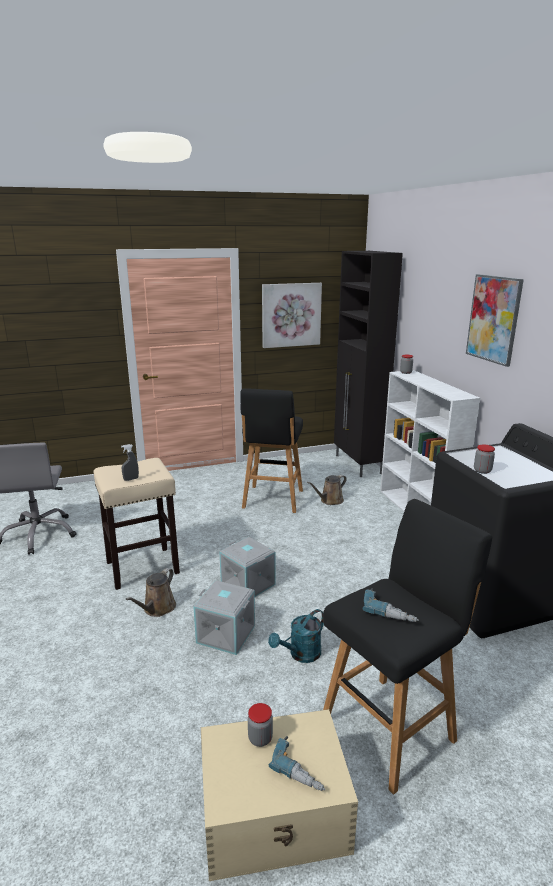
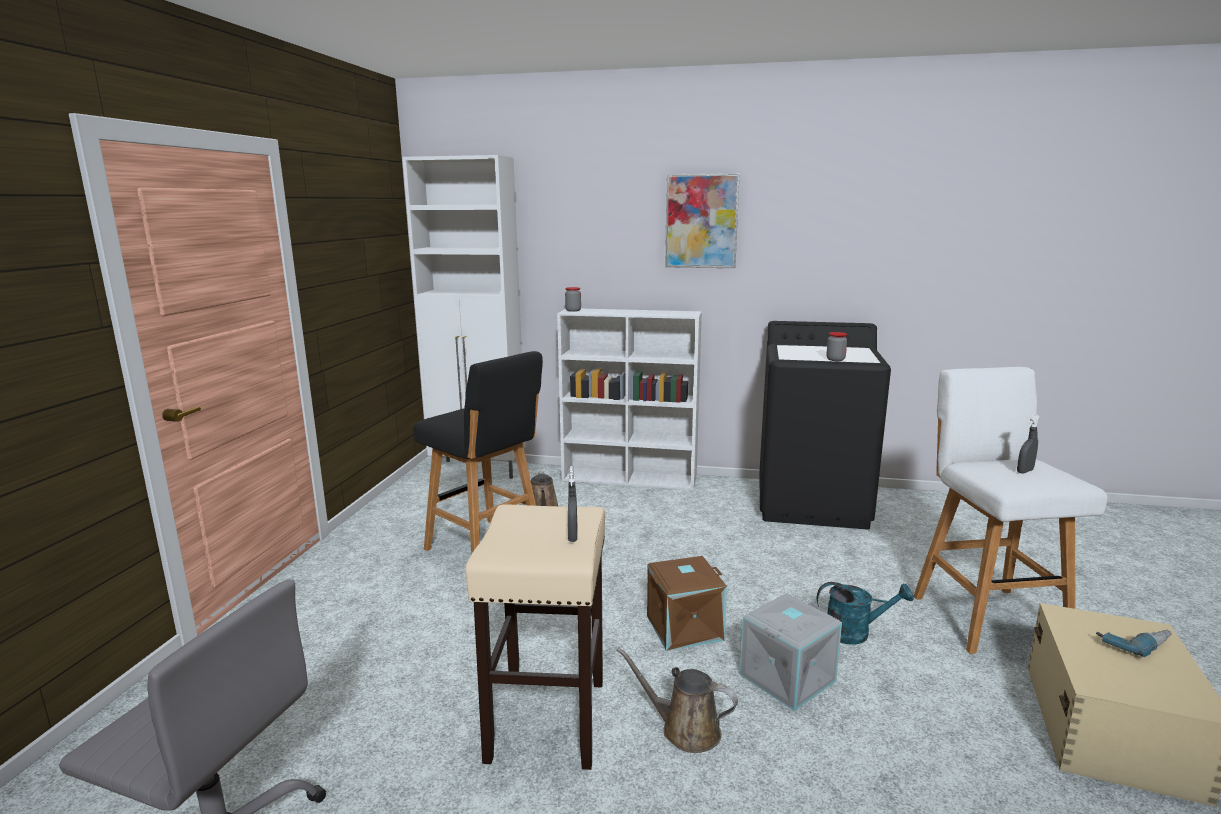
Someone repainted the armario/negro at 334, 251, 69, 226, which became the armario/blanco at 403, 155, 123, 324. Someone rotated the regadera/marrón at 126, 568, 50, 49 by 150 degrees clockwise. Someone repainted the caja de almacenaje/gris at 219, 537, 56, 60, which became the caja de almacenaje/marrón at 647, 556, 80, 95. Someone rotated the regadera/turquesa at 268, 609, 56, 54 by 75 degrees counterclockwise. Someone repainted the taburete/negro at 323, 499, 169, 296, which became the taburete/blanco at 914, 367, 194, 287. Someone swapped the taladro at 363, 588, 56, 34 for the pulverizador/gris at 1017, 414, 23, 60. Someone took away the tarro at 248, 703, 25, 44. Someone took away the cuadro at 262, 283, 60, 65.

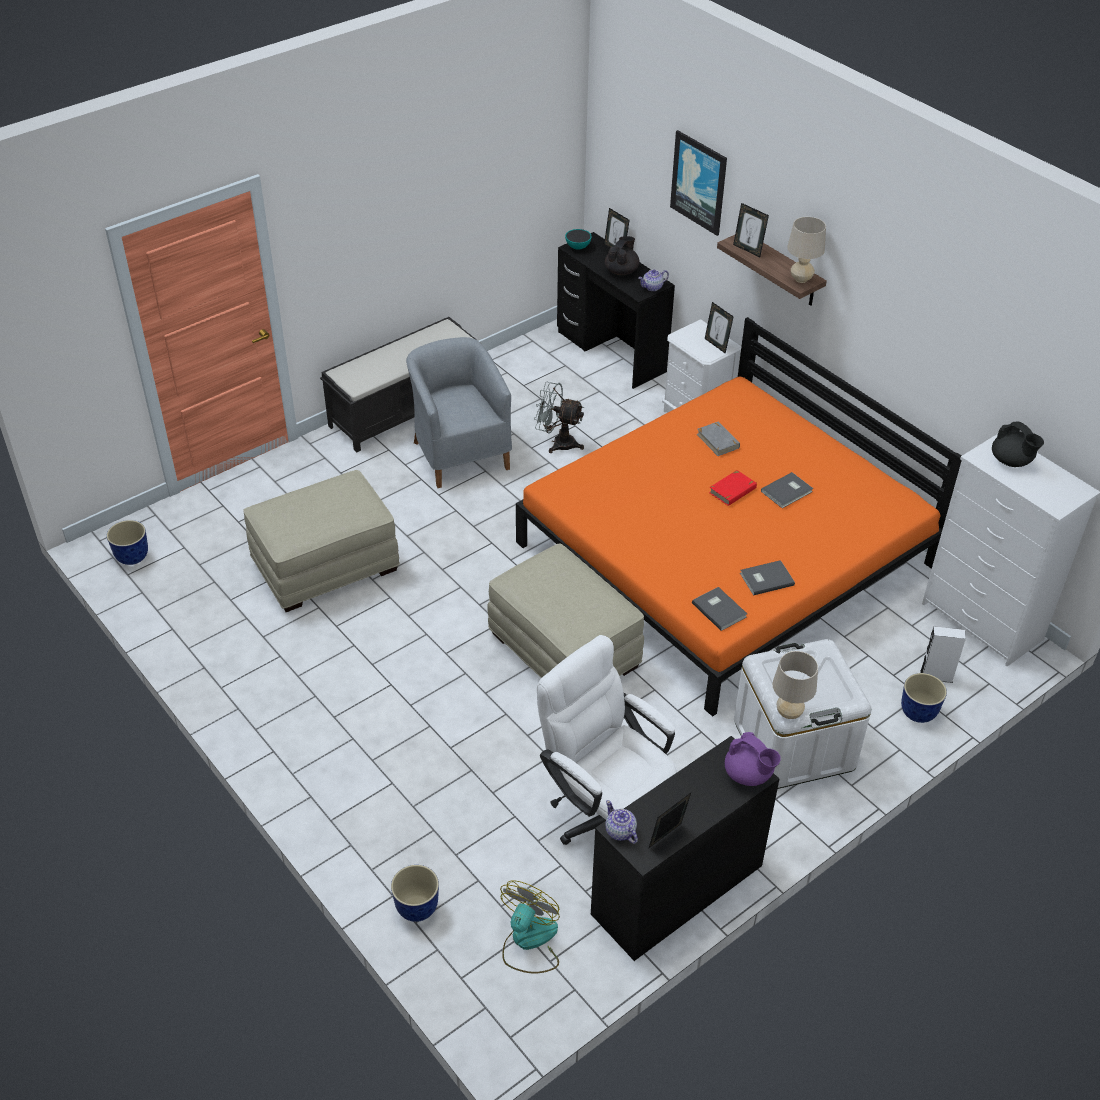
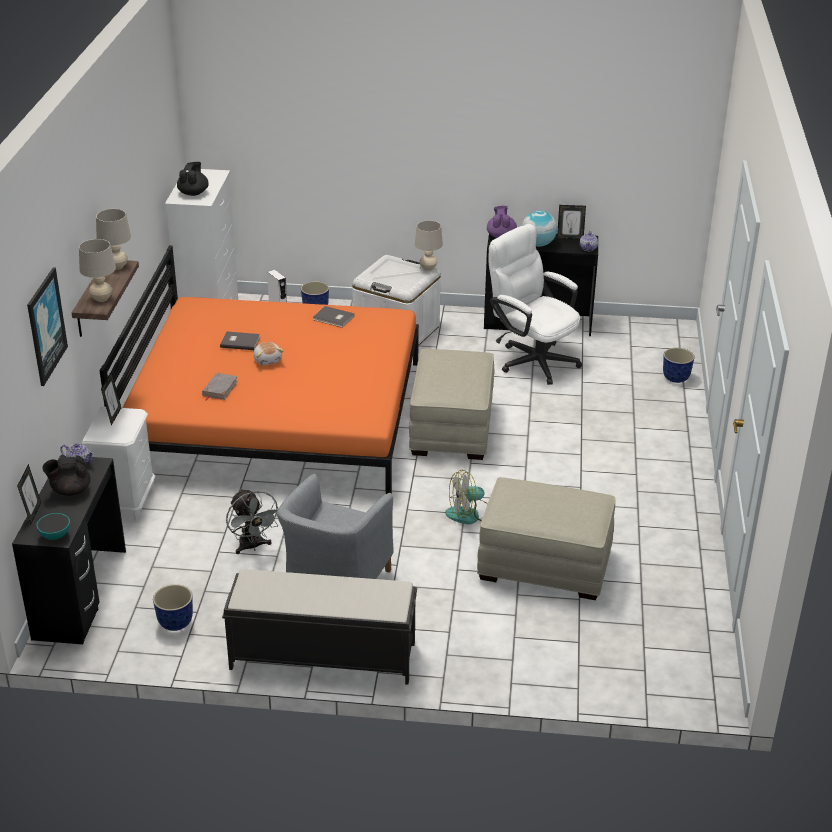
Someone swapped the portarretratos at 733, 203, 36, 54 for the lámpara de mesa/beis at 79, 239, 37, 63. Someone carried the maceta from 107, 520, 41, 45 to 153, 584, 40, 47. Someone swapped the libro/rojo at 709, 470, 48, 36 for the peluche at 253, 342, 31, 23. Someone carried the ventilador from 500, 880, 60, 94 to 445, 470, 43, 54. Someone rotated the silla de oficina/blanco at 537, 635, 141, 210 by 135 degrees clockwise. Someone put down the globo terráqueo at 522, 211, 35, 36. Someone took away the libro/gris at 692, 587, 55, 44.

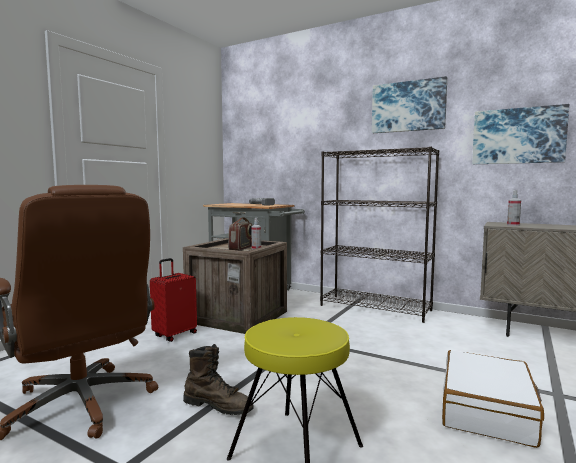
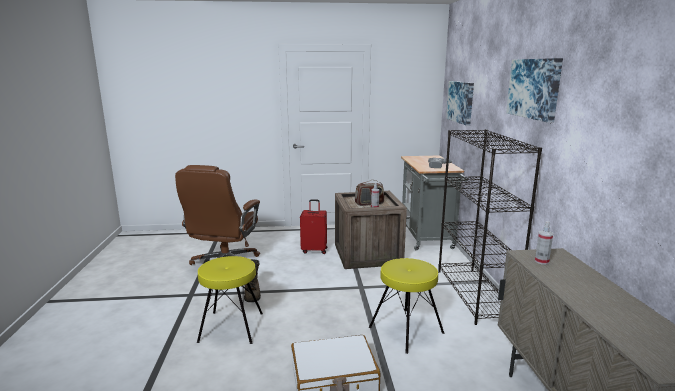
Someone put down the taburete/amarillo at 369, 258, 75, 96. Someone carried the cuadro from 472, 104, 97, 60 to 446, 81, 28, 45.

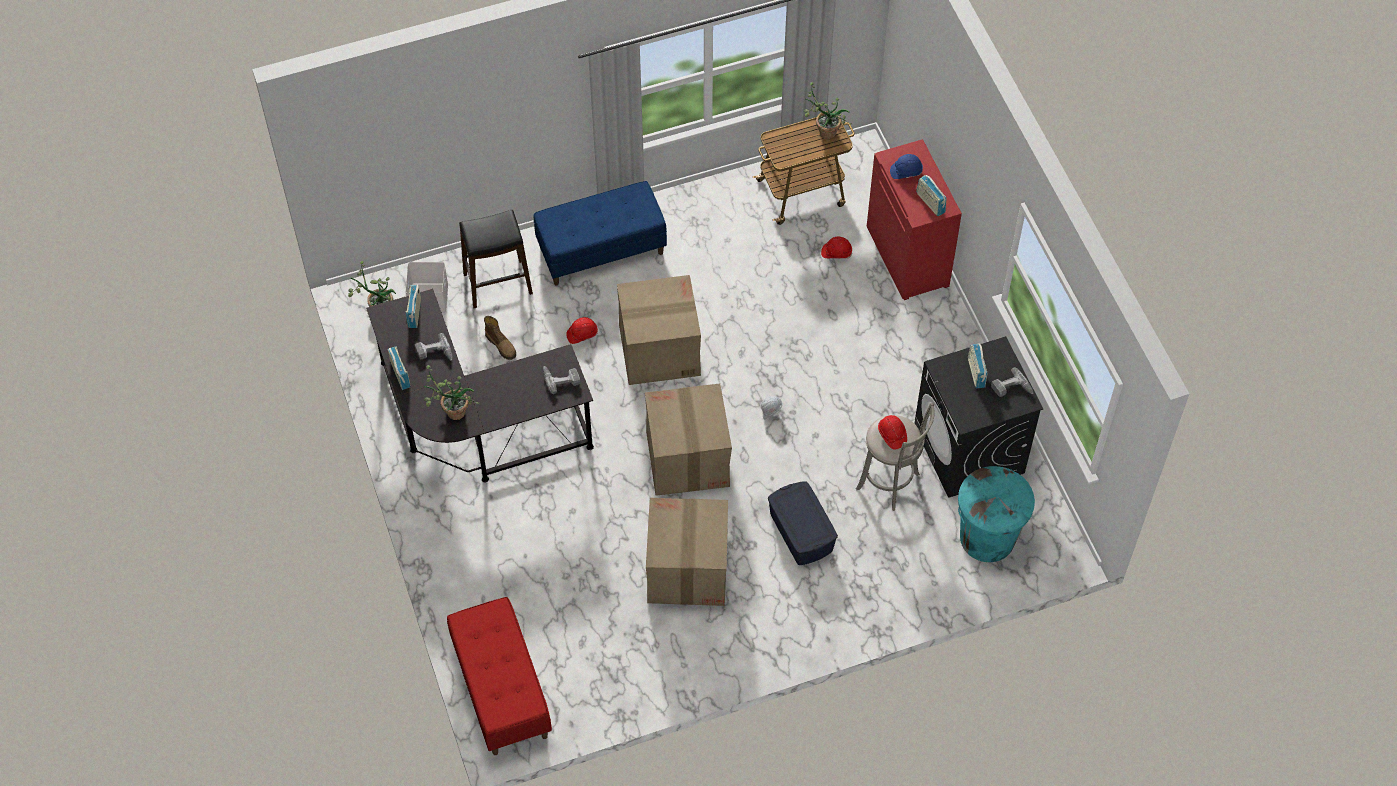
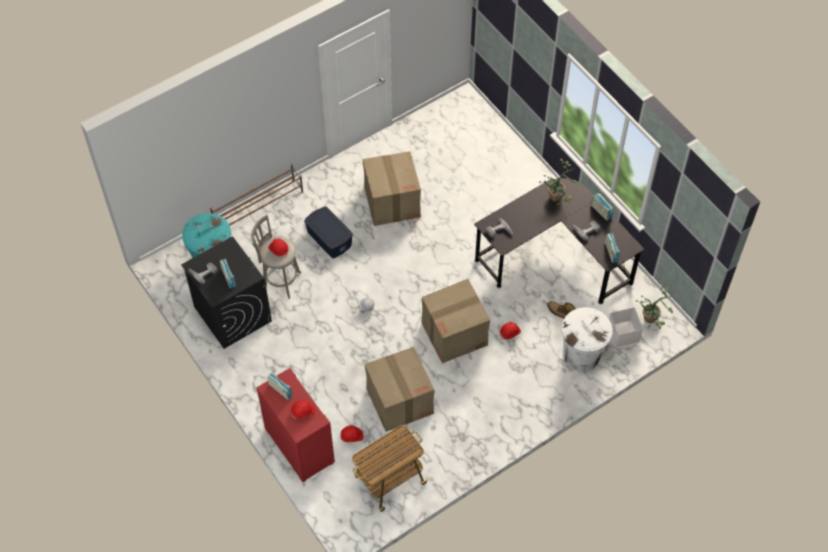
Someone put down the zapatero/marrón at 210, 164, 93, 61. Someone repainted the casco/azul at 890, 154, 33, 25, which became the casco/rojo at 291, 400, 25, 19. Someone carried the caja de cartón from 645, 384, 87, 112 to 364, 347, 71, 85. Someone swapped the taburete/negro at 459, 210, 74, 98 for the papelera/blanco at 561, 307, 52, 65. Someone took away the banco/rojo at 447, 597, 105, 158. Someone took away the banco/azul at 534, 181, 133, 104. Someone took away the planta en maceta at 804, 82, 47, 58.

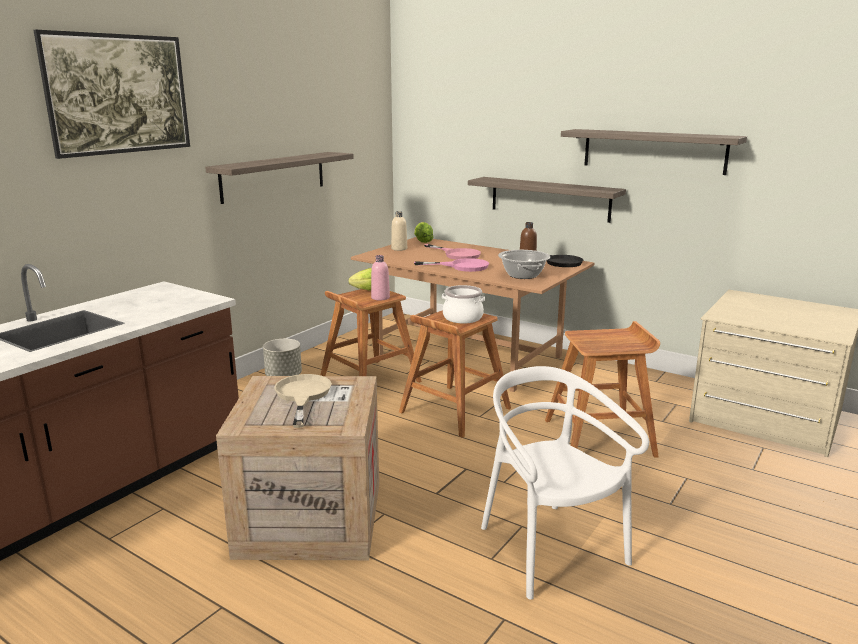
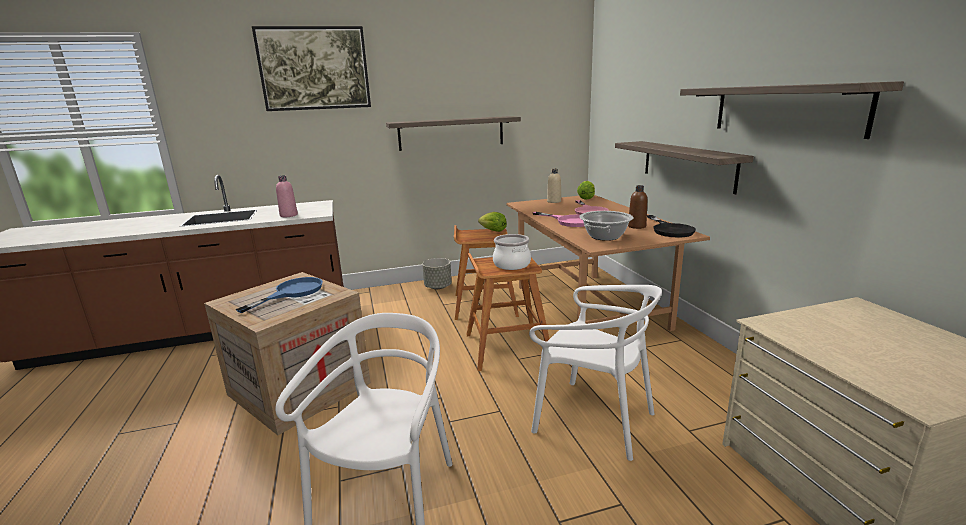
Someone repainted the sartén/beis at 274, 374, 58, 54, which became the sartén/azul at 236, 277, 87, 36. Someone carried the botella/rosa from 371, 255, 19, 45 to 276, 175, 22, 42. Someone swapped the taburete/marrón at 545, 321, 115, 137 for the silla/blanco at 529, 285, 133, 176.

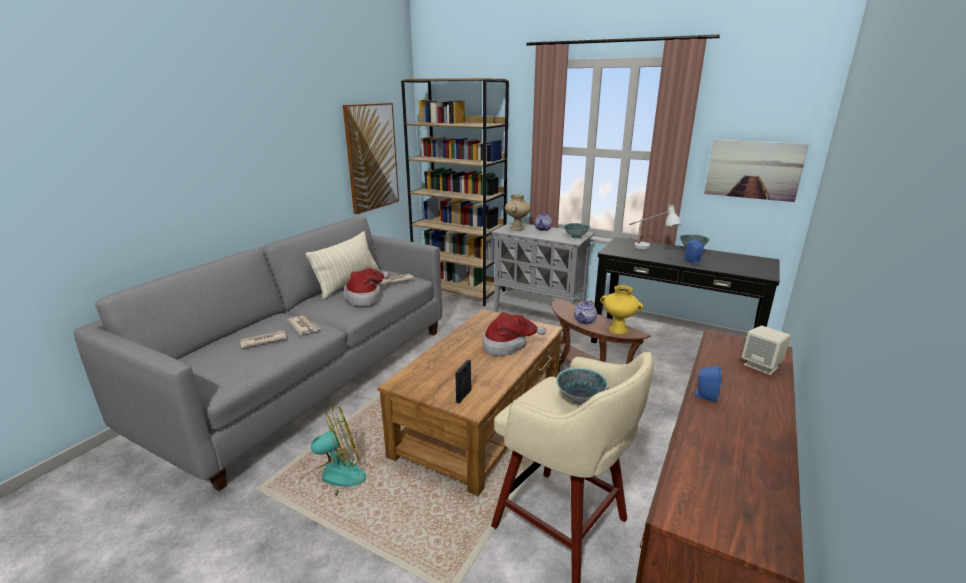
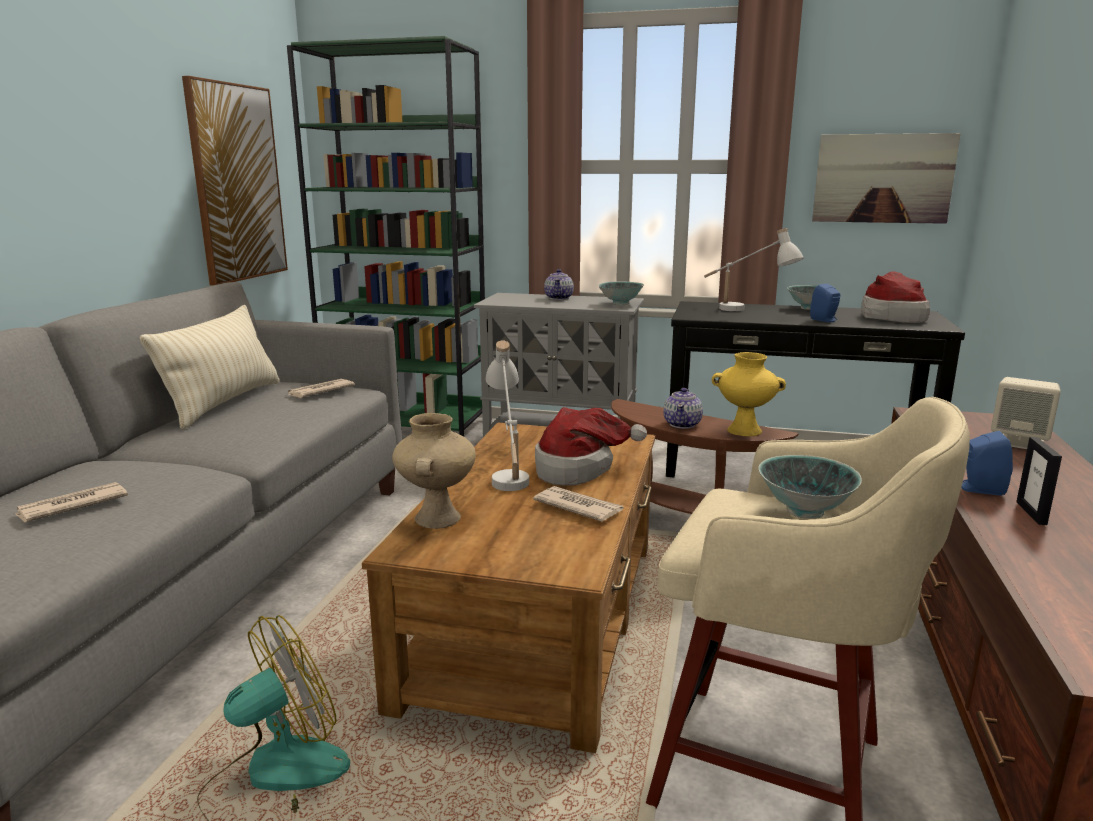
Someone repainted the estantería/marrón at 401, 78, 108, 228, which became the estantería/verde at 287, 36, 198, 400. Someone carried the florero/beis from 505, 194, 26, 37 to 392, 413, 84, 116. Someone put down the lámpara de mesa/blanco at 486, 340, 43, 151. Someone carried the periódico from 287, 316, 33, 19 to 533, 486, 90, 36. Someone carried the sombrero from 343, 268, 47, 38 to 861, 272, 69, 51. Someone carried the portarretratos from 455, 360, 16, 43 to 1016, 437, 46, 88.

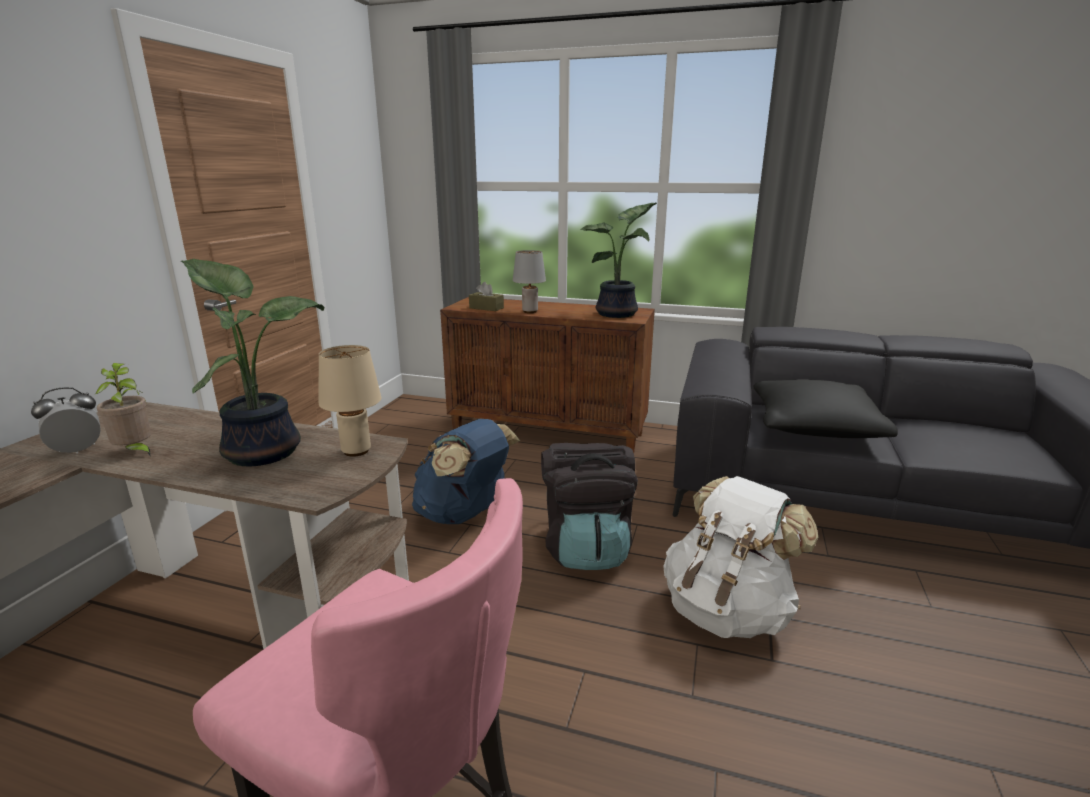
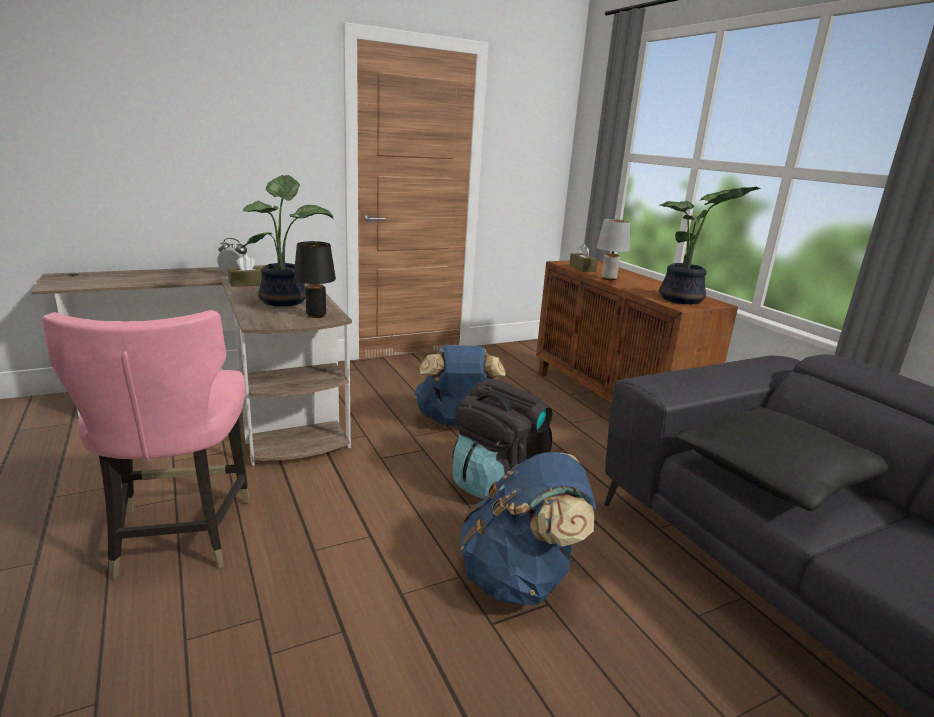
Someone swapped the planta en maceta at 96, 363, 55, 93 for the caja de pañuelos/marrón at 228, 255, 35, 32. Someone repainted the lámpara de mesa/beis at 319, 345, 62, 112, which became the lámpara de mesa/negro at 294, 241, 42, 77. Someone repainted the mochila/blanco at 663, 476, 155, 162, which became the mochila/azul at 460, 452, 136, 153.

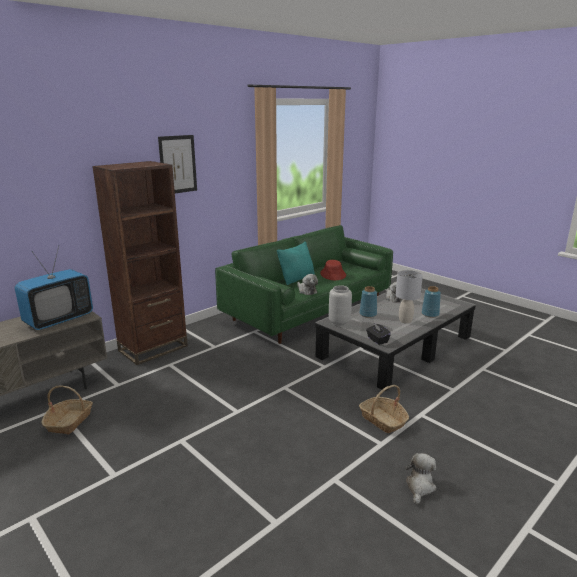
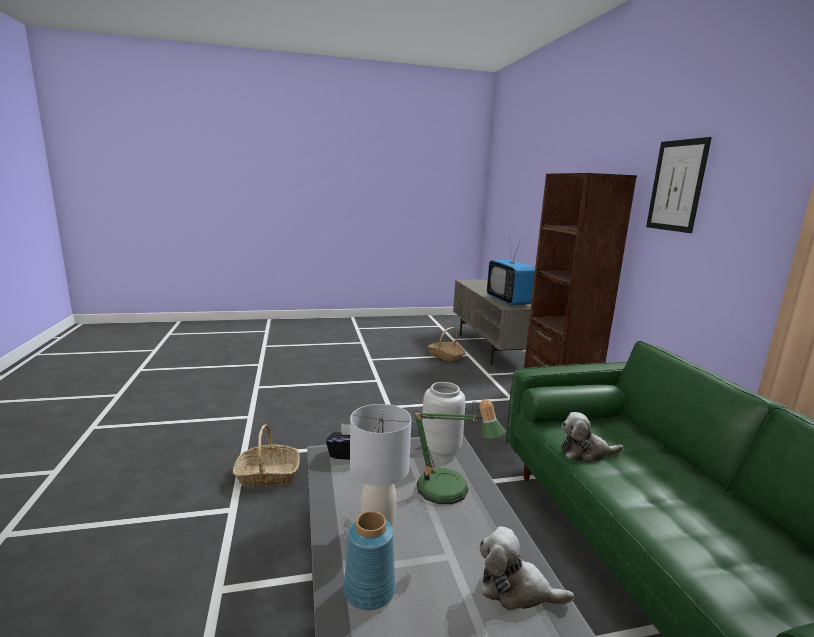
Someone swapped the florero/azul at 359, 286, 18, 32 for the lámpara de mesa at 413, 399, 93, 105. Someone took away the cojín/turquesa at 277, 242, 38, 43. Someone took away the sombrero/rojo at 320, 260, 26, 20. Someone took away the peluche at 405, 453, 31, 52.

